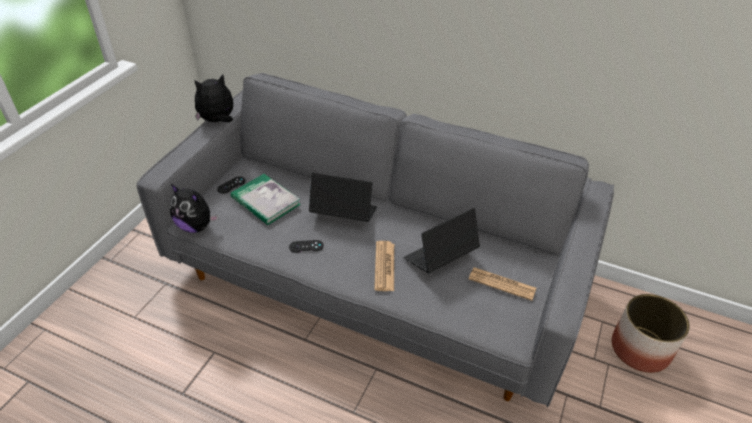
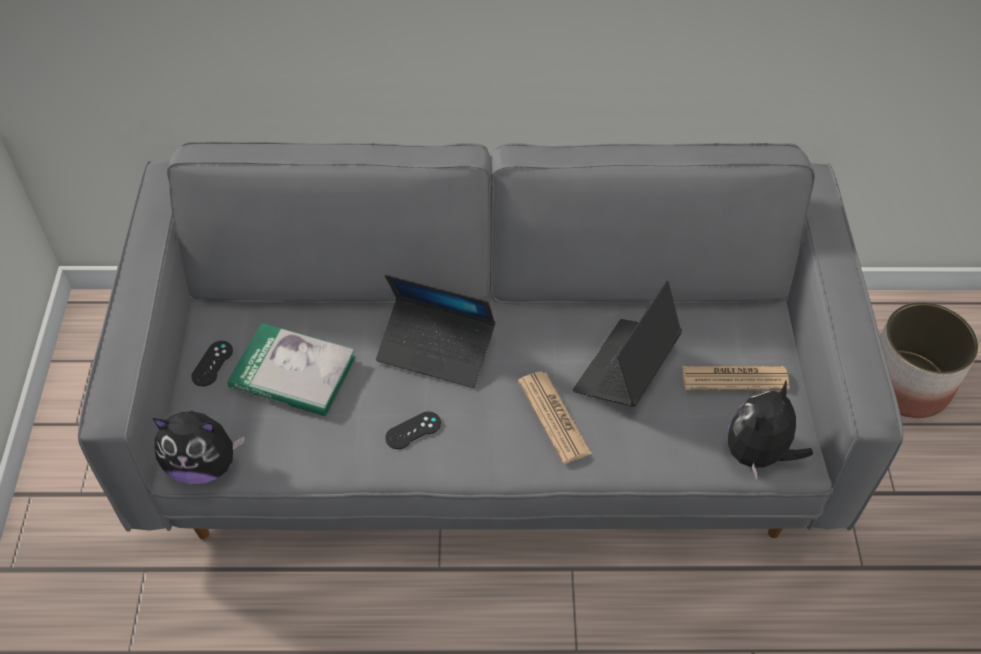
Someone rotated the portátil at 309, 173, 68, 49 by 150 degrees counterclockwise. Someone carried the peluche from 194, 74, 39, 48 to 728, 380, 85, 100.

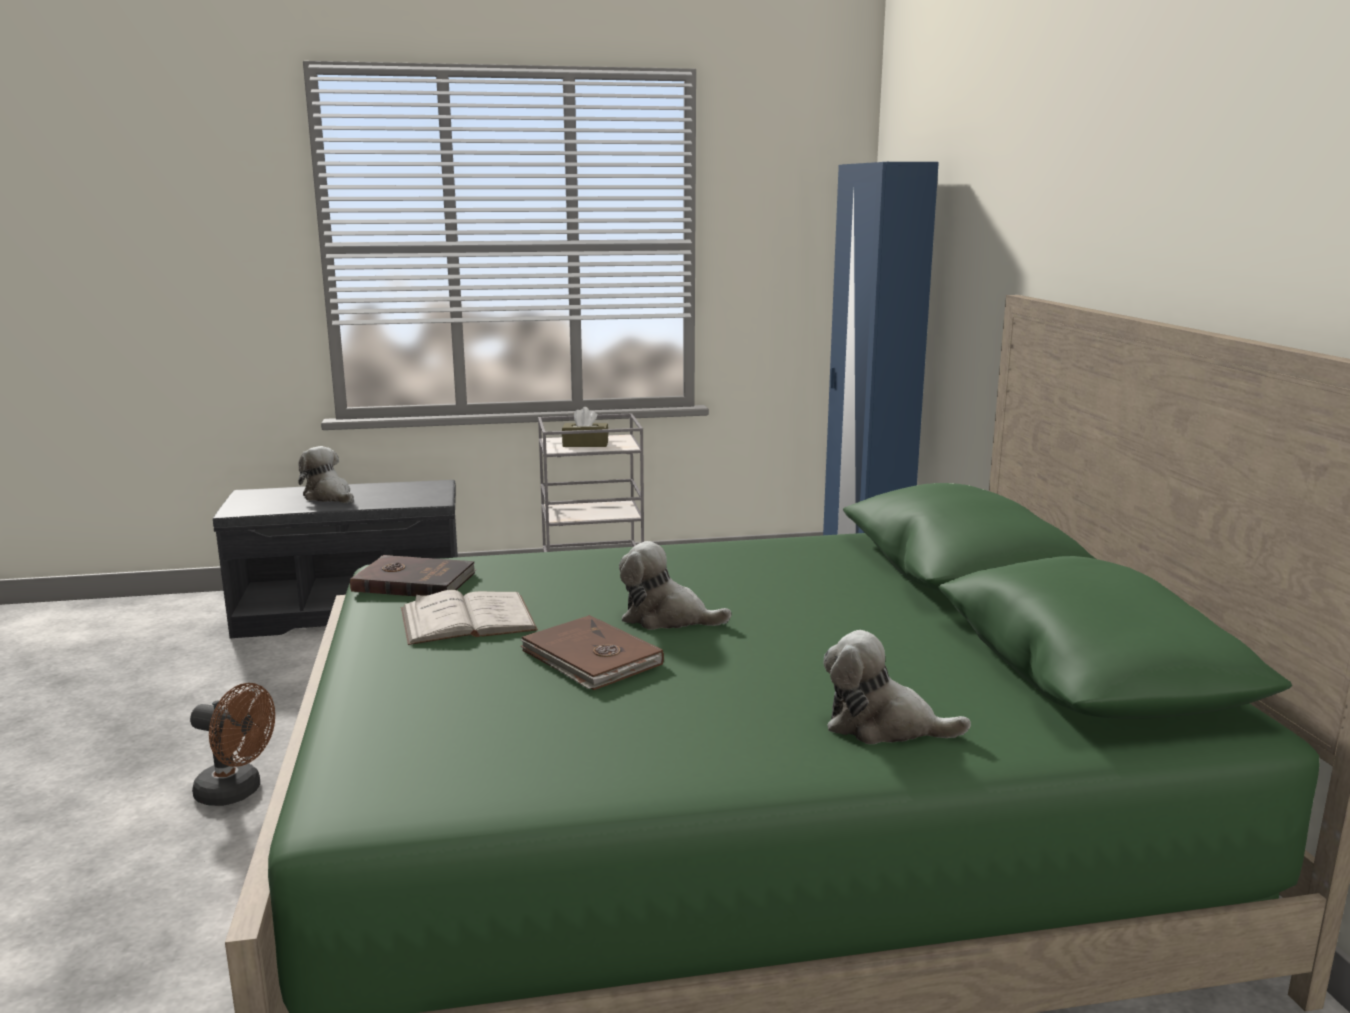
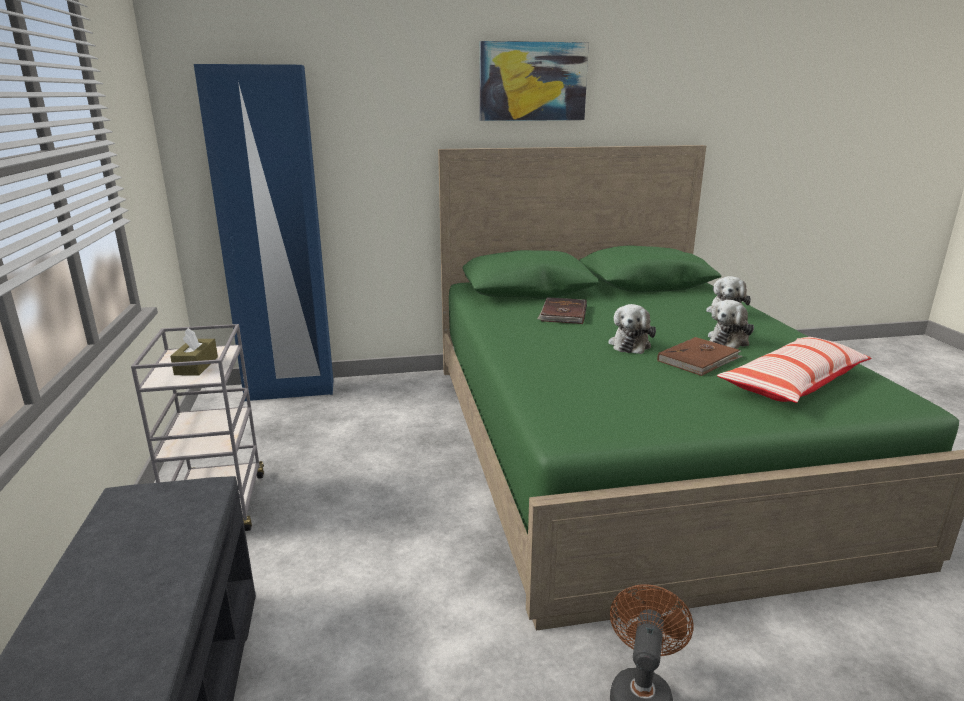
Someone put up the cuadro at 480, 41, 109, 80. Someone carried the libro/marrón from 350, 555, 127, 41 to 537, 297, 50, 27. Someone carried the peluche from 298, 446, 56, 57 to 708, 300, 46, 49. Someone put down the cojín at 717, 337, 154, 66. Someone took away the libro/blanco at 401, 590, 137, 55.

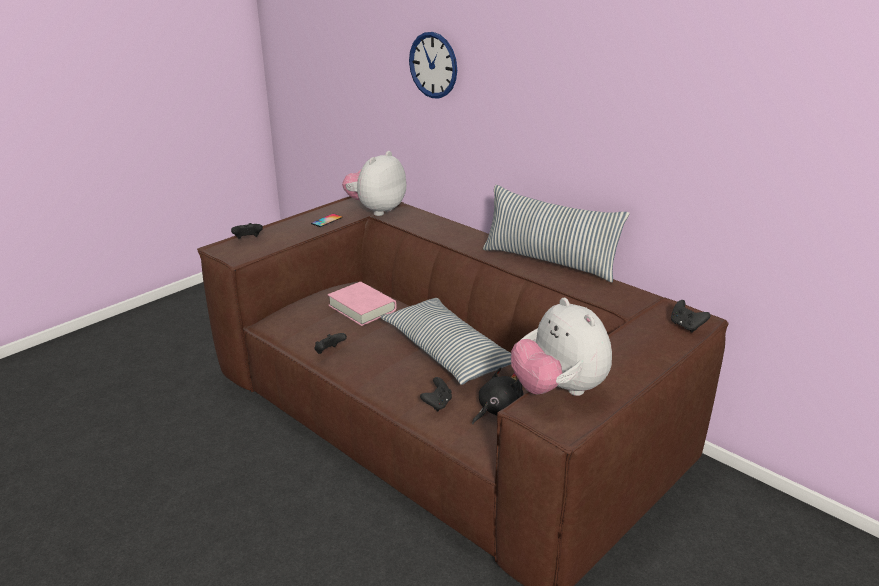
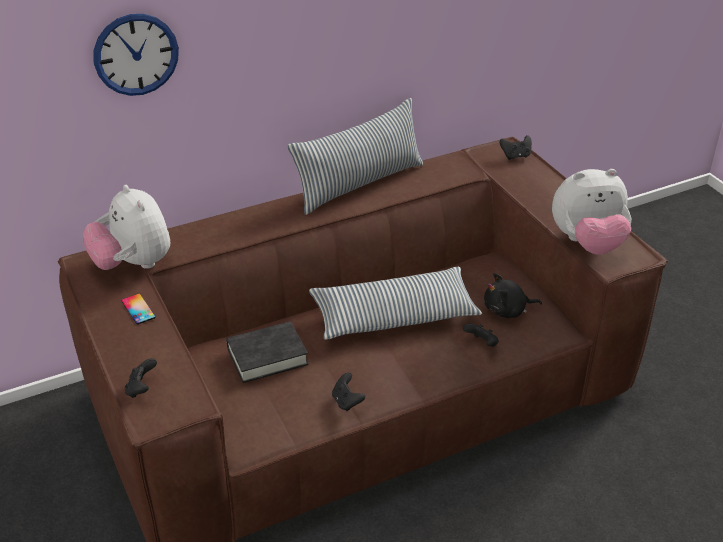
Someone repainted the libro/rosa at 328, 282, 68, 44, which became the libro/negro at 226, 321, 82, 62. Someone rotated the peluche/negro at 472, 367, 52, 57 by 75 degrees counterclockwise.

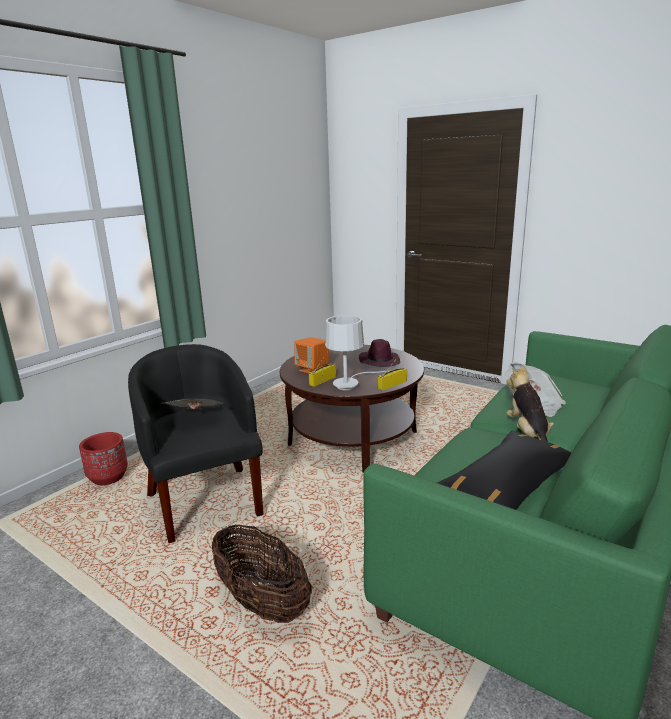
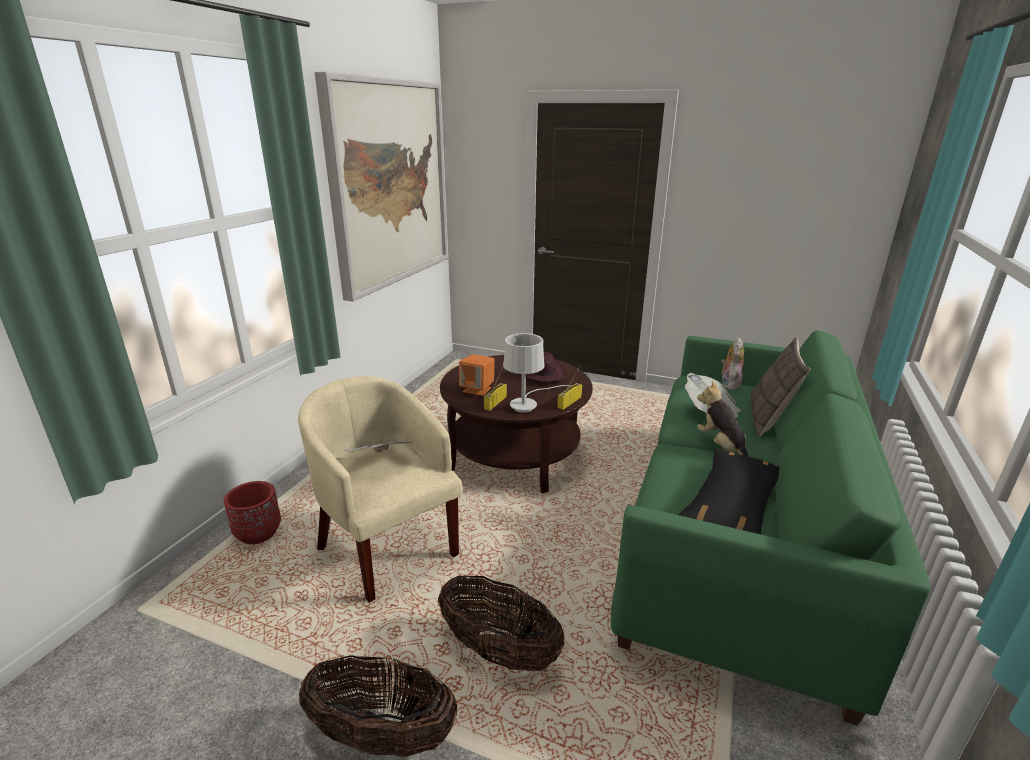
Someone repainted the sillón/negro at 128, 344, 136, 199, which became the sillón/beis at 298, 376, 165, 226. Someone put down the cesta at 299, 655, 159, 102. Someone put up the cuadro at 315, 72, 133, 229. Someone put down the peluche at 721, 337, 23, 53. Someone put down the cojín at 751, 337, 59, 100.

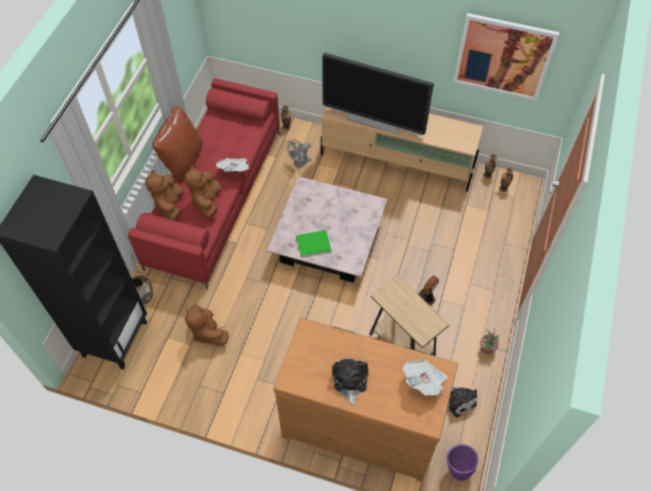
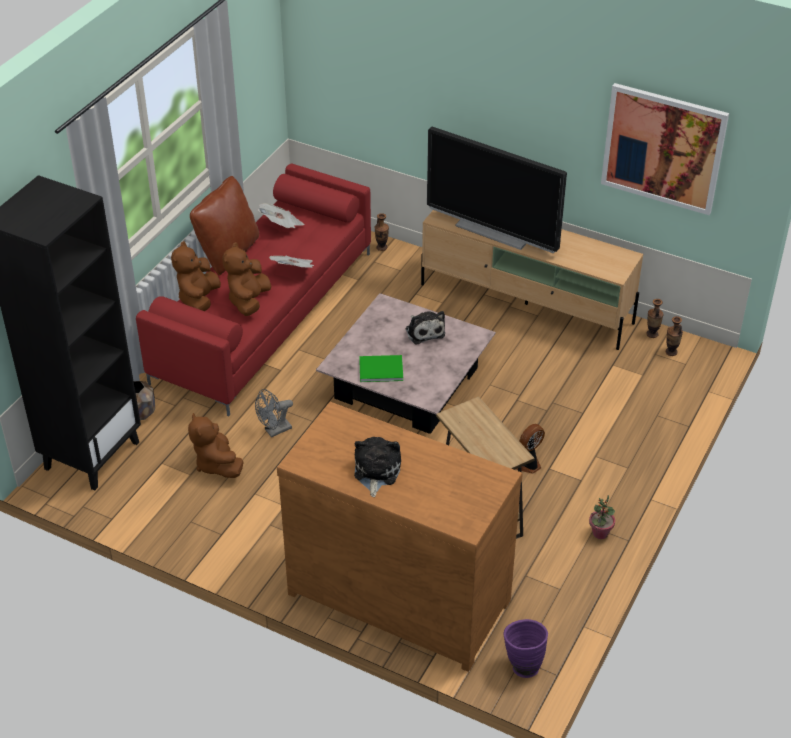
Someone carried the ventilador/gris from 288, 139, 23, 29 to 255, 389, 38, 48. Someone carried the periódico from 403, 360, 44, 36 to 257, 203, 47, 25. Someone carried the peluche from 448, 387, 29, 30 to 405, 311, 40, 33.

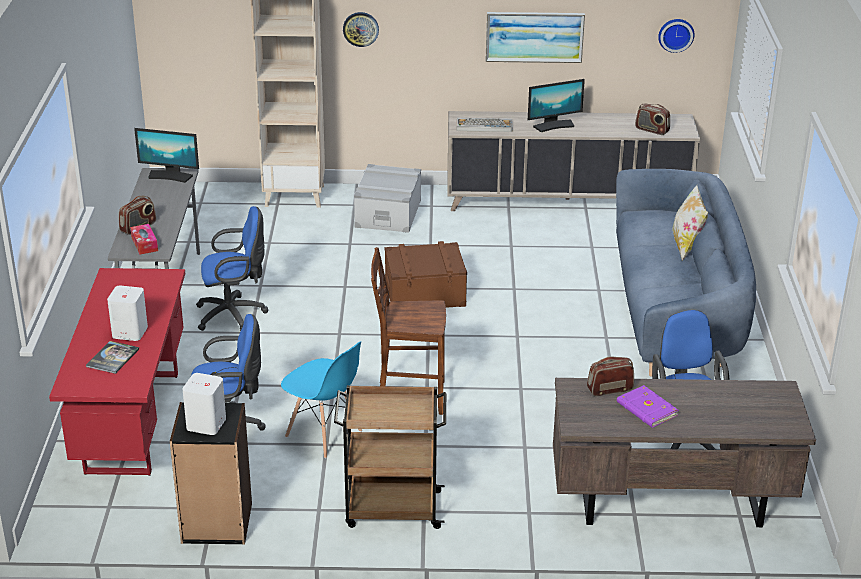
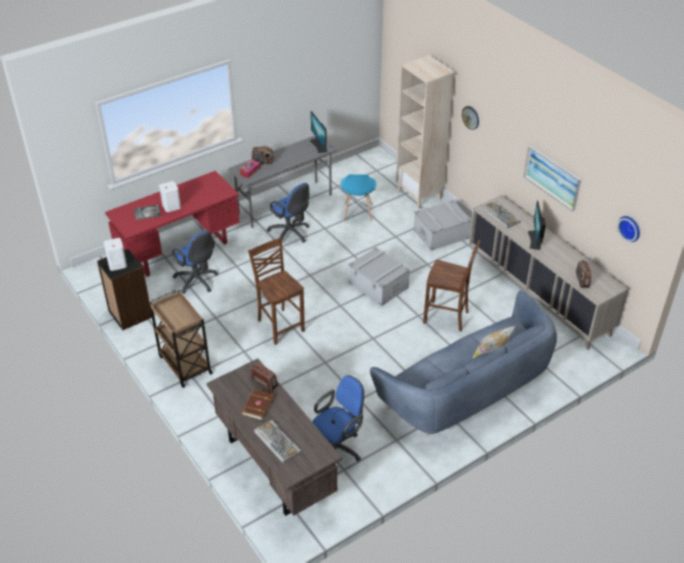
Someone repainted the libro/morado at 617, 385, 62, 43, which became the libro/marrón at 241, 389, 34, 31. Someone put down the teclado at 254, 420, 48, 43. Someone carried the silla/azul from 281, 341, 81, 117 to 341, 174, 35, 48. Someone repainted the caja de almacenaje/marrón at 385, 241, 82, 67, which became the caja de almacenaje/gris at 348, 247, 62, 59. Someone put down the silla/marrón at 423, 240, 57, 91. Someone rotated the monitor at 528, 79, 57, 53 by 60 degrees clockwise.

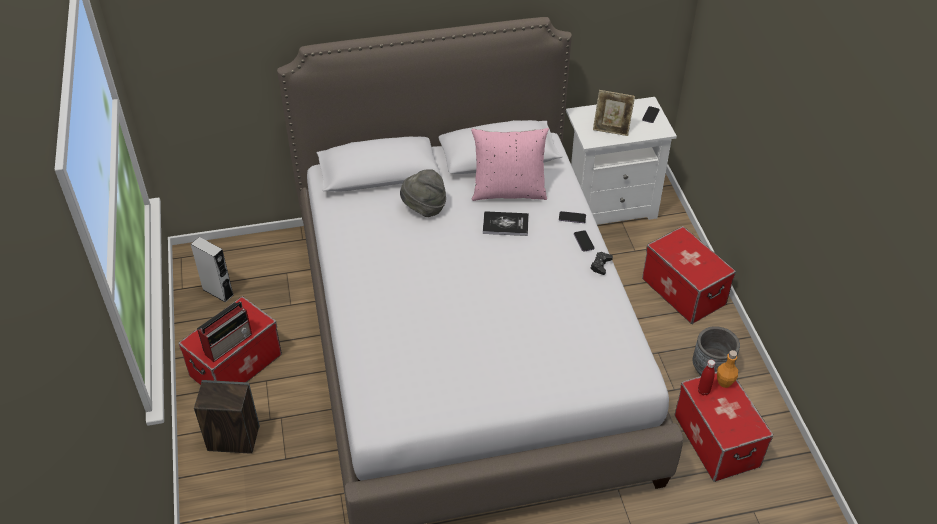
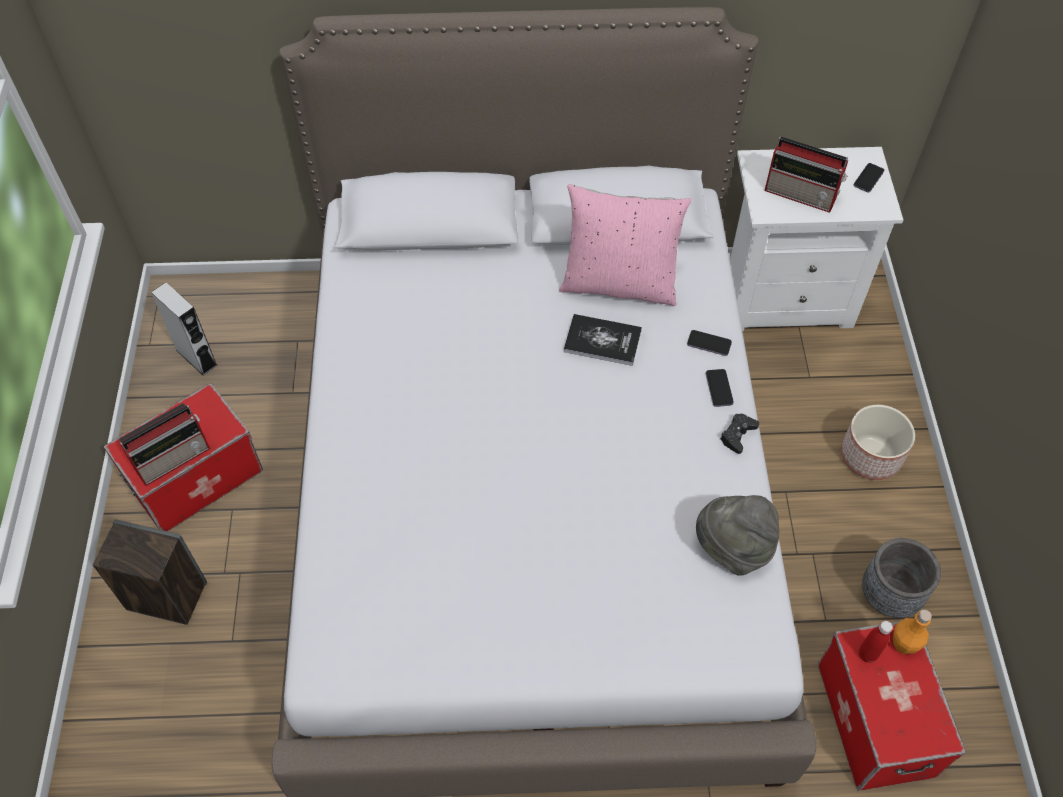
Someone carried the sombrero/gris from 400, 169, 46, 48 to 696, 495, 83, 81. Someone swapped the portarretratos at 593, 90, 42, 46 for the radio at 764, 137, 84, 76. Someone swapped the caja de almacenaje at 642, 226, 94, 98 for the maceta at 841, 405, 74, 75.

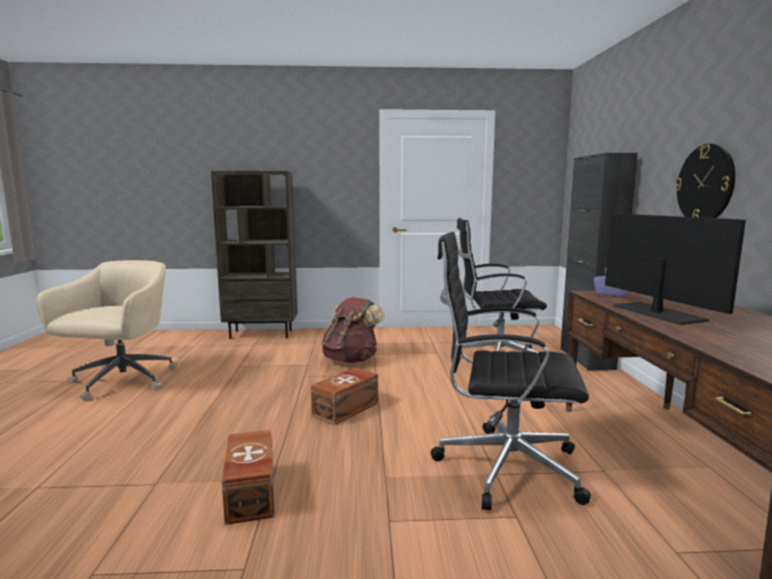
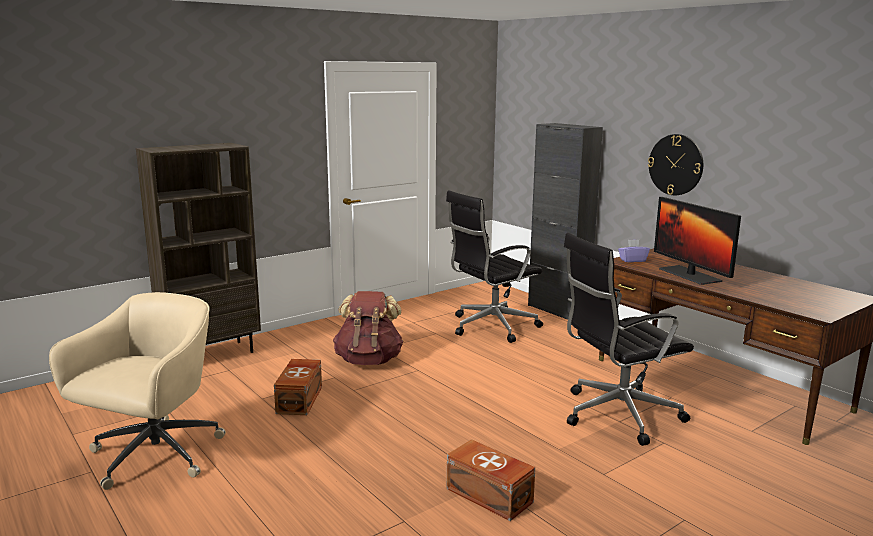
Someone rotated the silla de oficina/beis at 37, 260, 141, 141 by 45 degrees clockwise. Someone carried the caja de almacenaje/marrón from 311, 367, 67, 58 to 274, 359, 48, 56. Someone rotated the monitor at 605, 214, 141, 111 by 150 degrees counterclockwise.

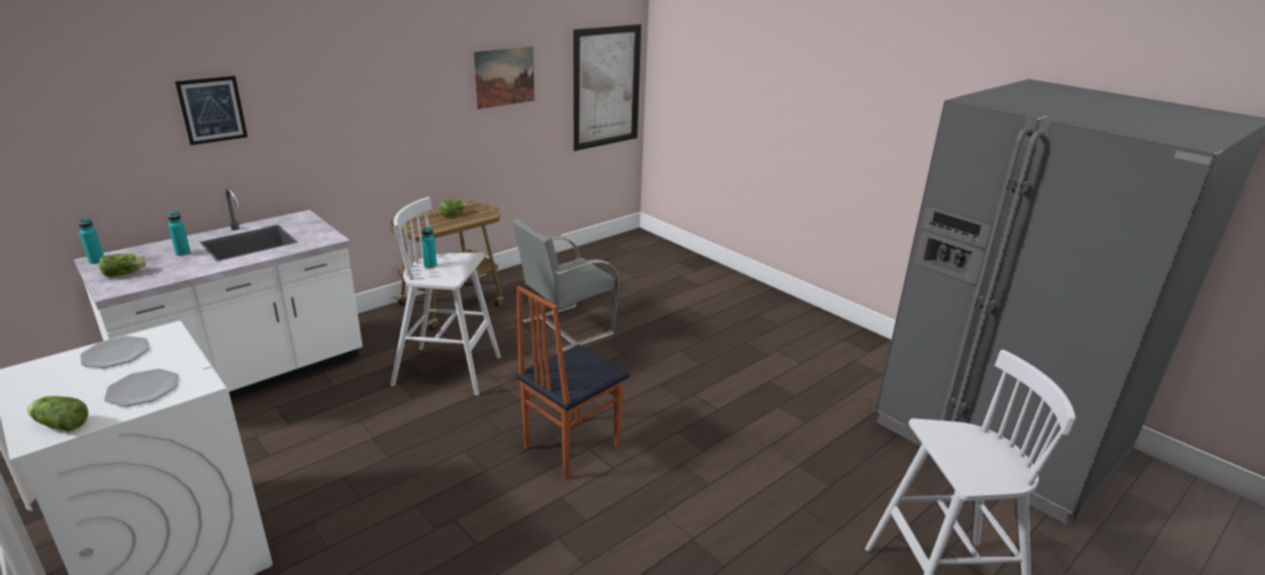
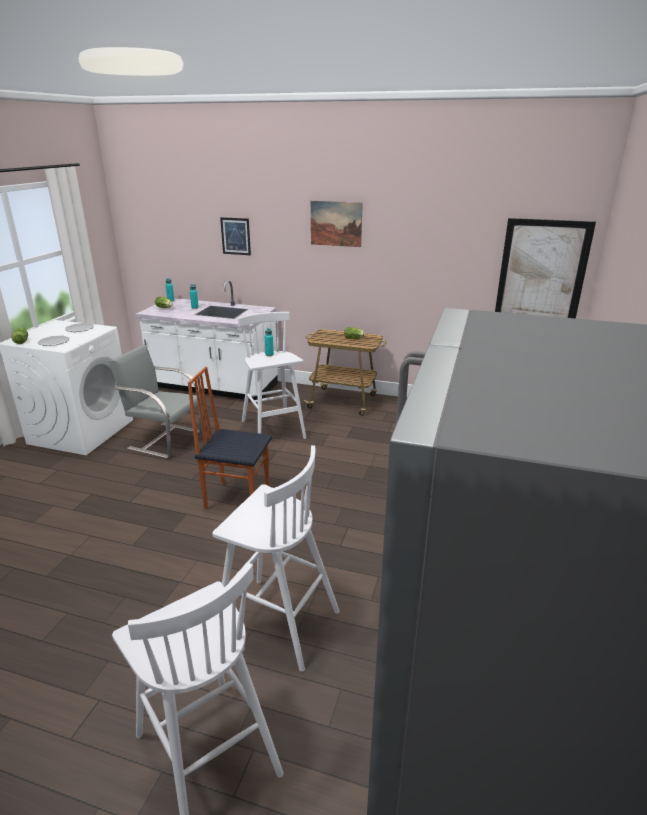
Someone carried the silla/gris from 512, 218, 107, 133 to 109, 344, 93, 115. Someone put down the taburete/blanco at 213, 445, 127, 227. Someone carried the cuadro from 473, 46, 62, 63 to 311, 201, 52, 46.

